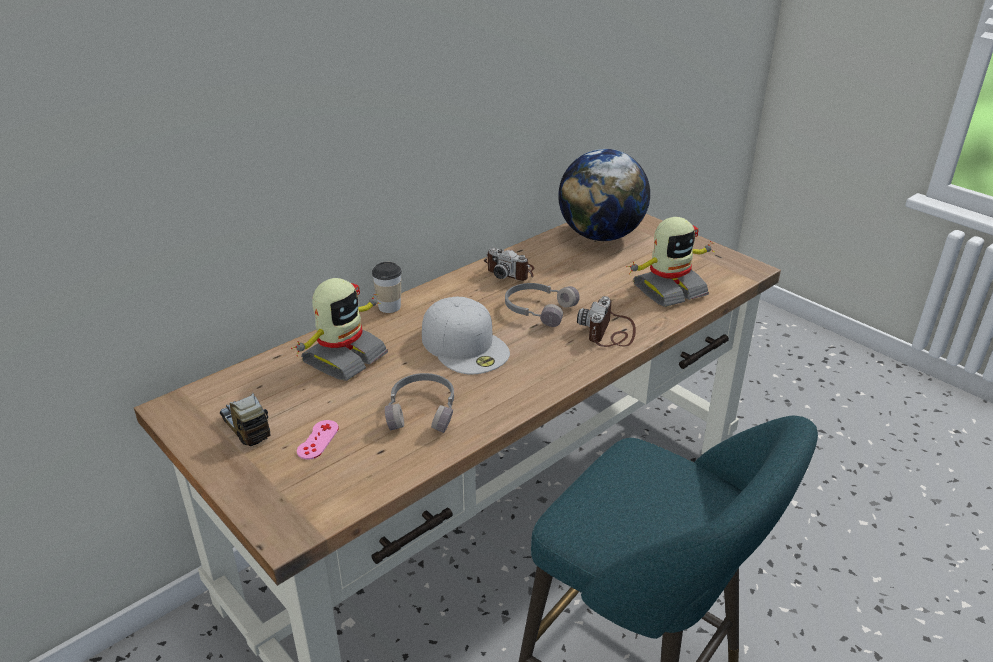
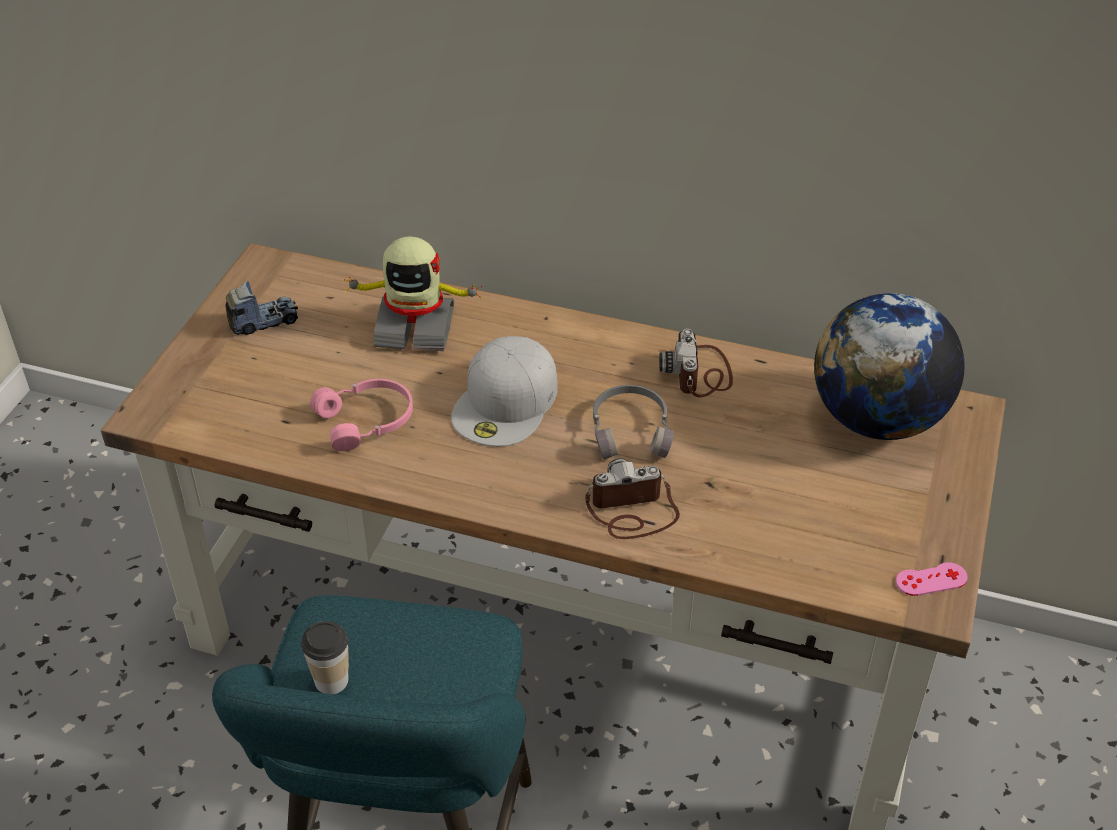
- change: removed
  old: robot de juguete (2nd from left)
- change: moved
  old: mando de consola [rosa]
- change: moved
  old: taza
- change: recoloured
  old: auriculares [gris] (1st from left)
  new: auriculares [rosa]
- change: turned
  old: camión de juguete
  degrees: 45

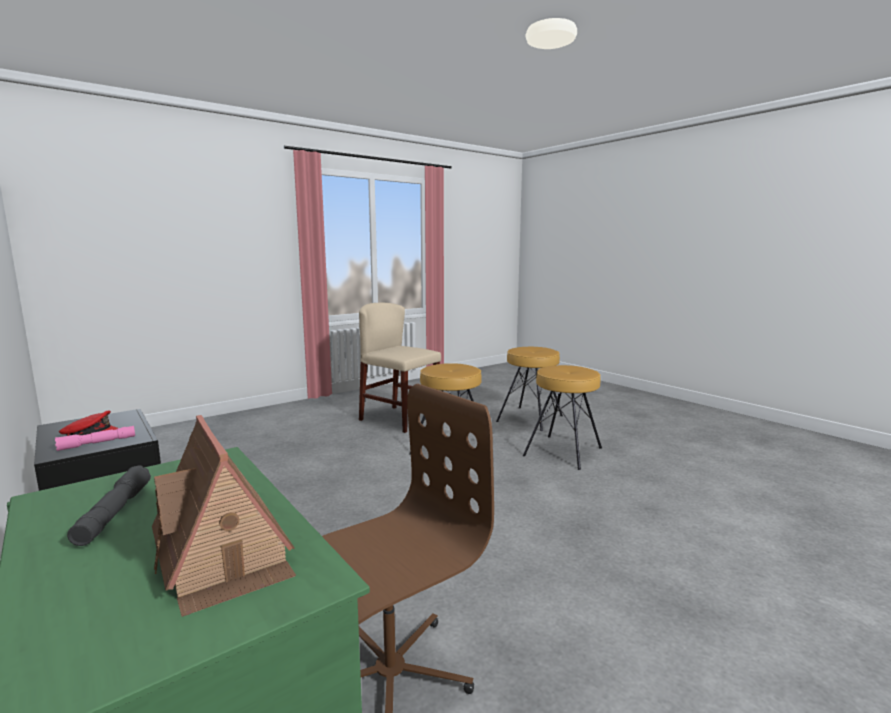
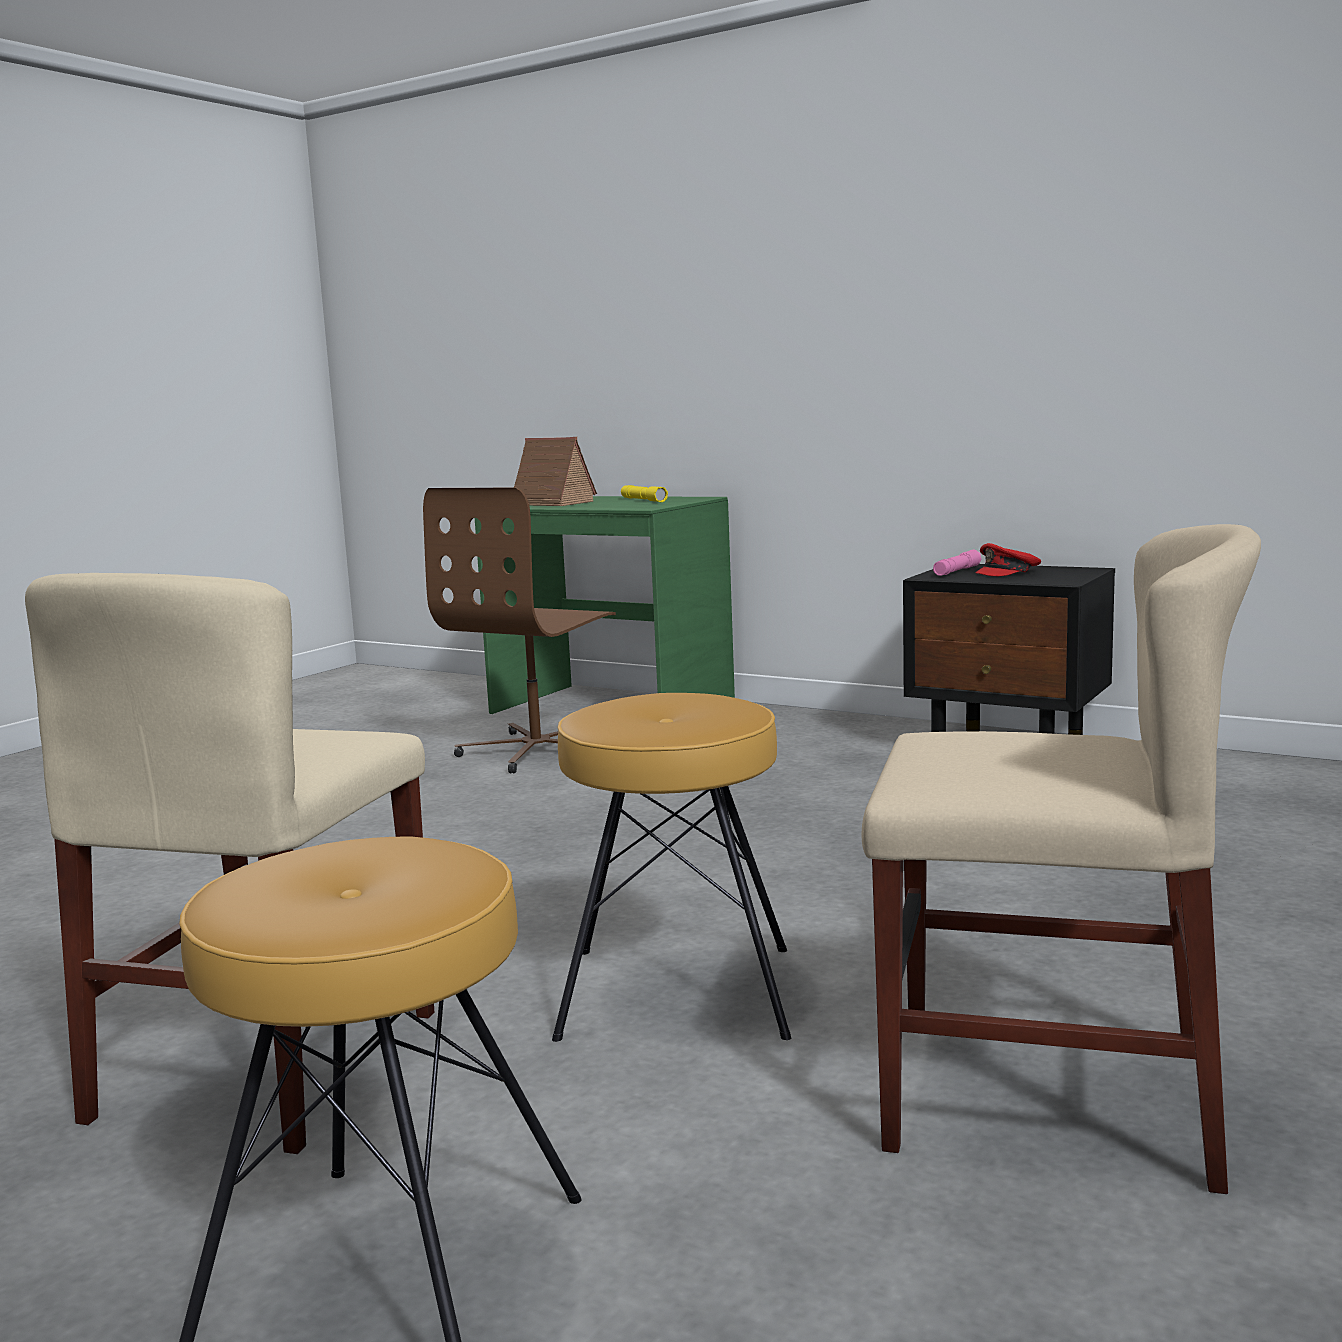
- change: replaced
  old: taburete [marrón] (3rd from left)
  new: silla [beis] (1st from left)
- change: recoloured
  old: linterna [gris]
  new: linterna [amarillo]

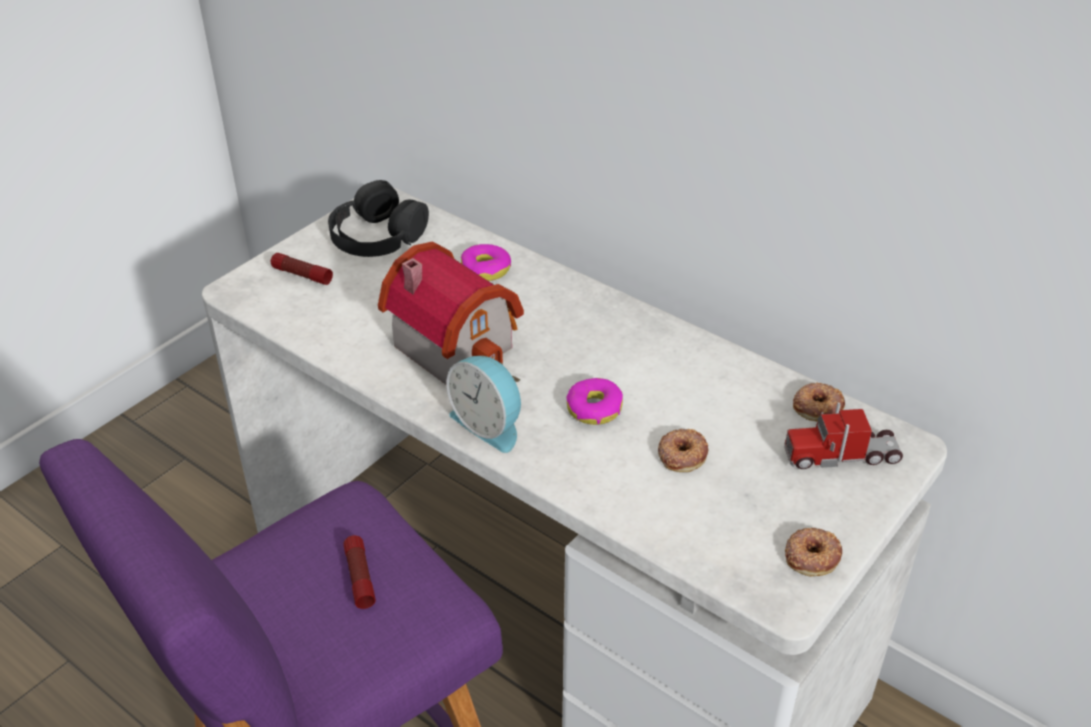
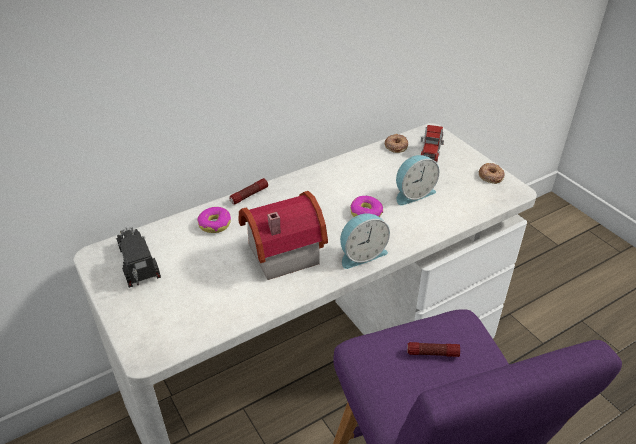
- change: moved
  old: linterna (1st from left)
- change: replaced
  old: auriculares [negro]
  new: camión de juguete (1st from left)
- change: replaced
  old: rosquilla (3rd from left)
  new: despertador (2nd from left)

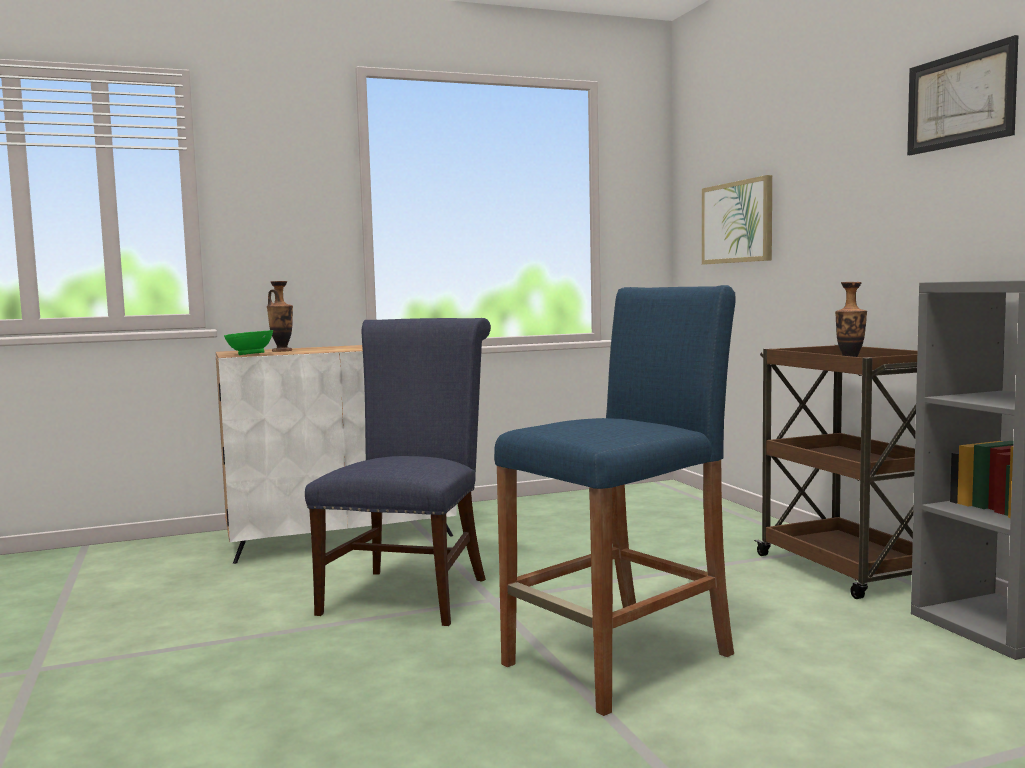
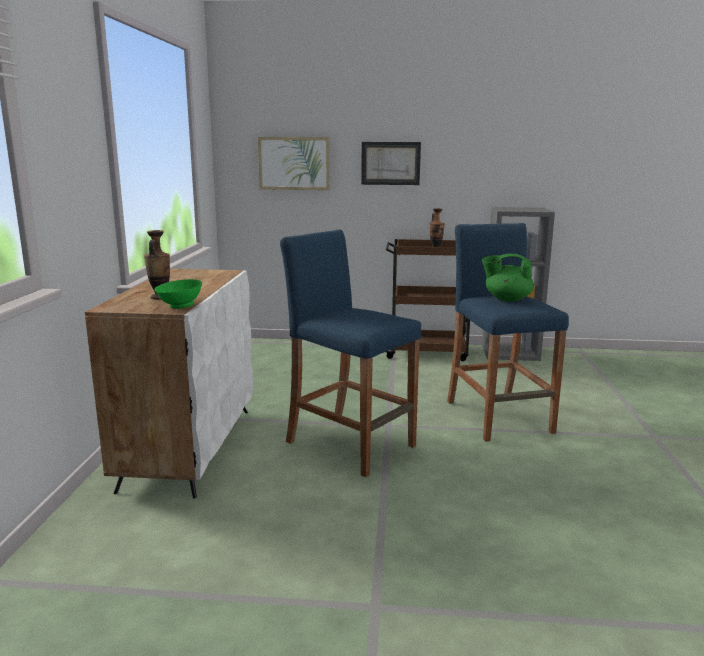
- change: added
  new: tetera [verde]
- change: moved
  old: cuadro (2nd from left)
- change: replaced
  old: silla [azul]
  new: taburete [azul] (1st from left)

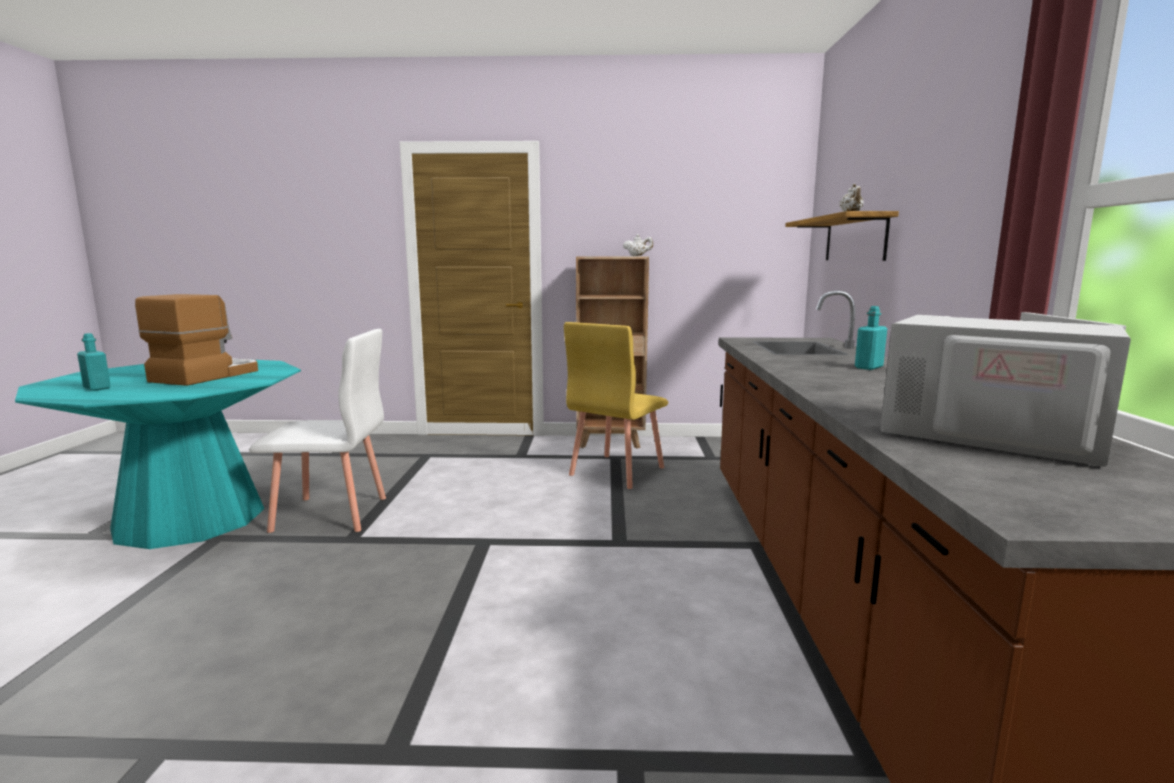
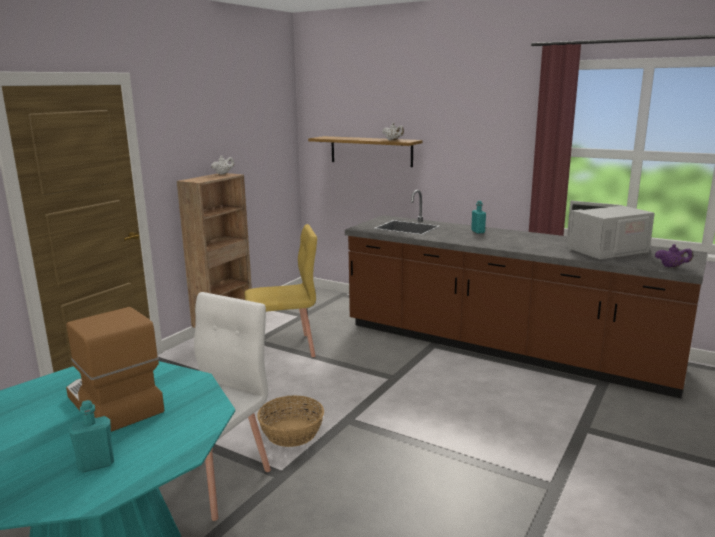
- change: added
  new: cesta
- change: added
  new: tetera [morado]
- change: turned
  old: silla [amarillo]
  degrees: -75

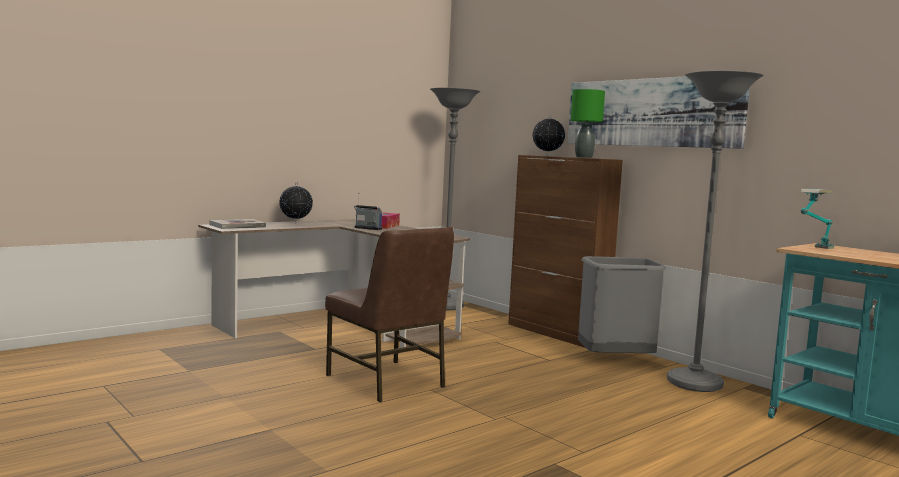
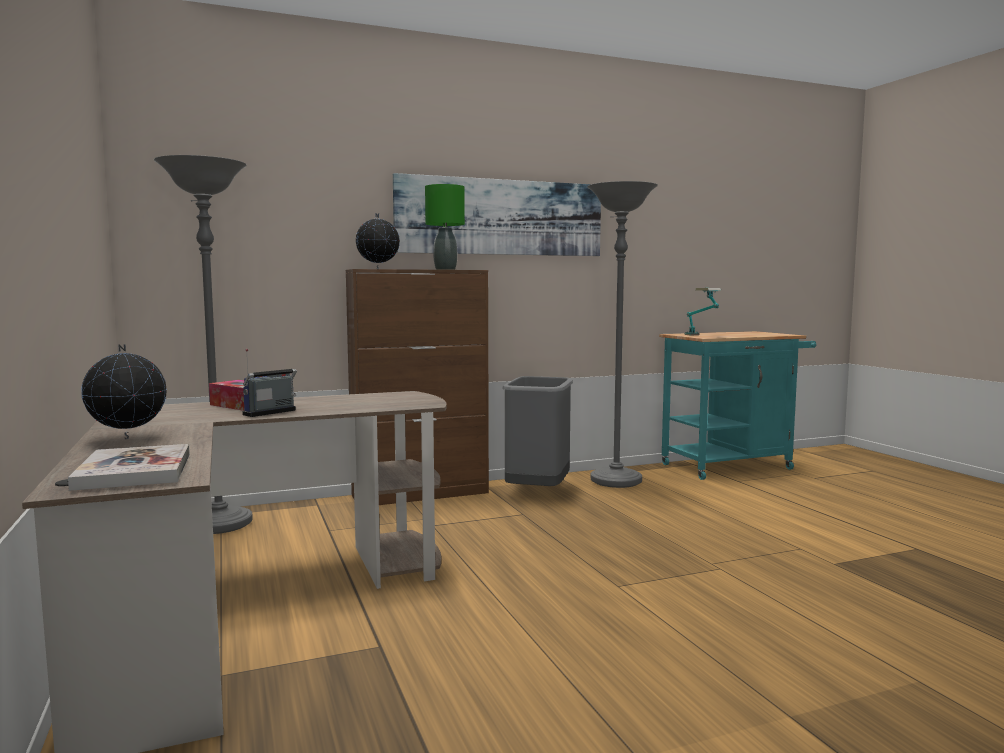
- change: removed
  old: silla [marrón]

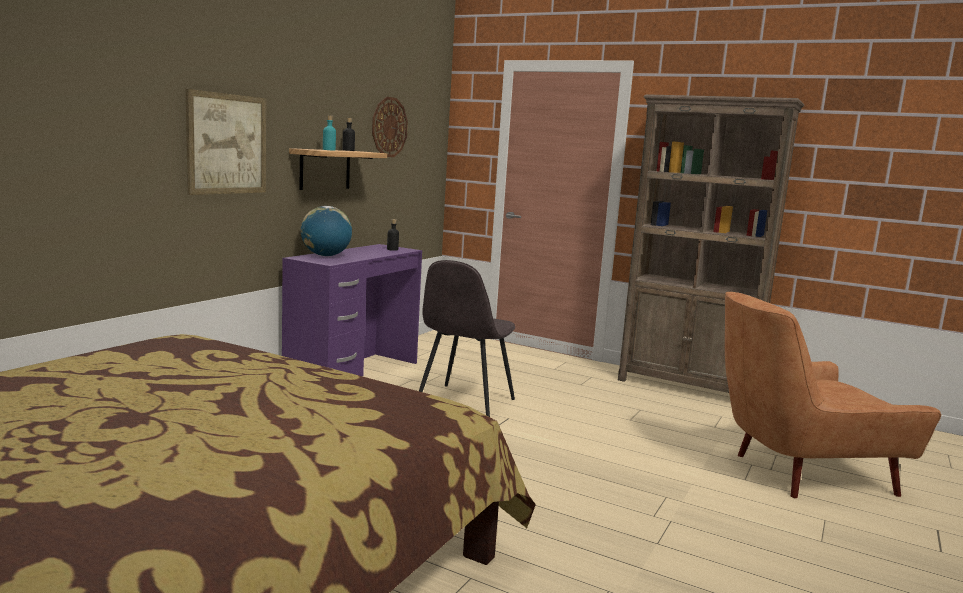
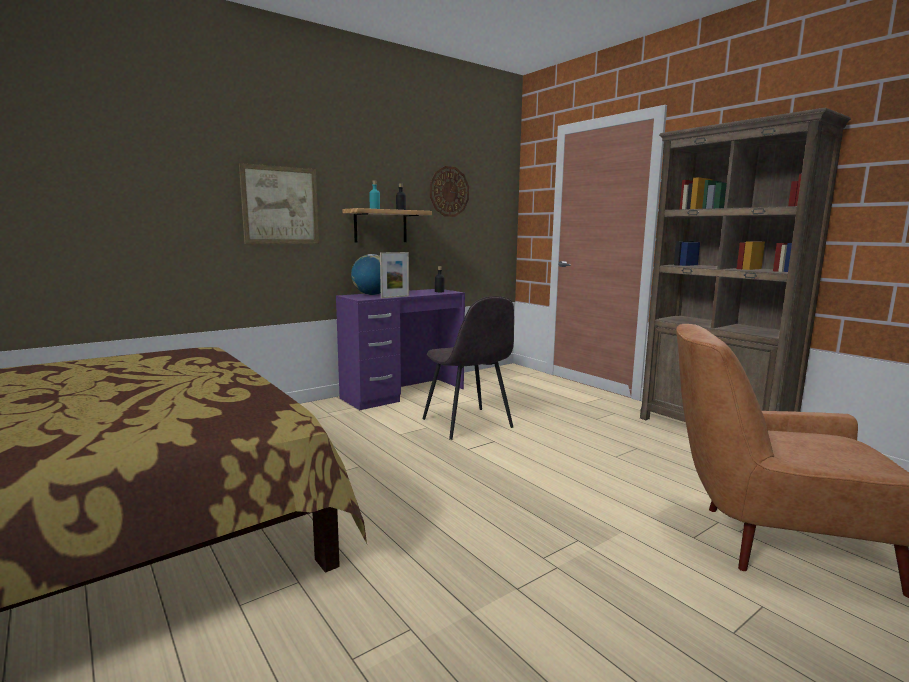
- change: added
  new: portarretratos
- change: turned
  old: silla [gris]
  degrees: -75

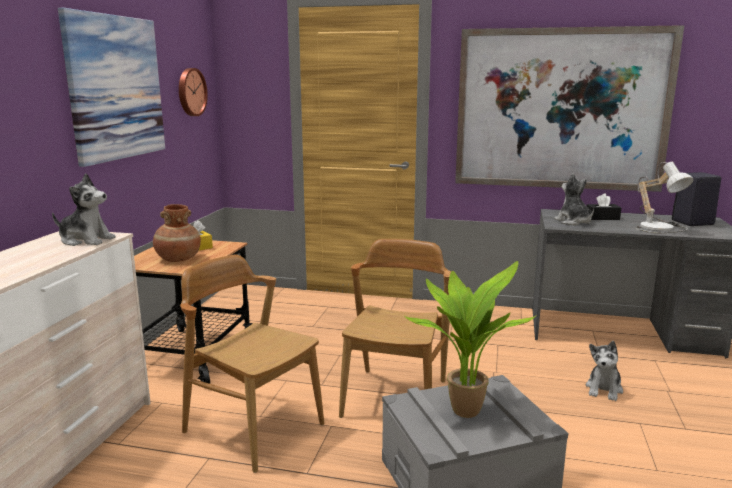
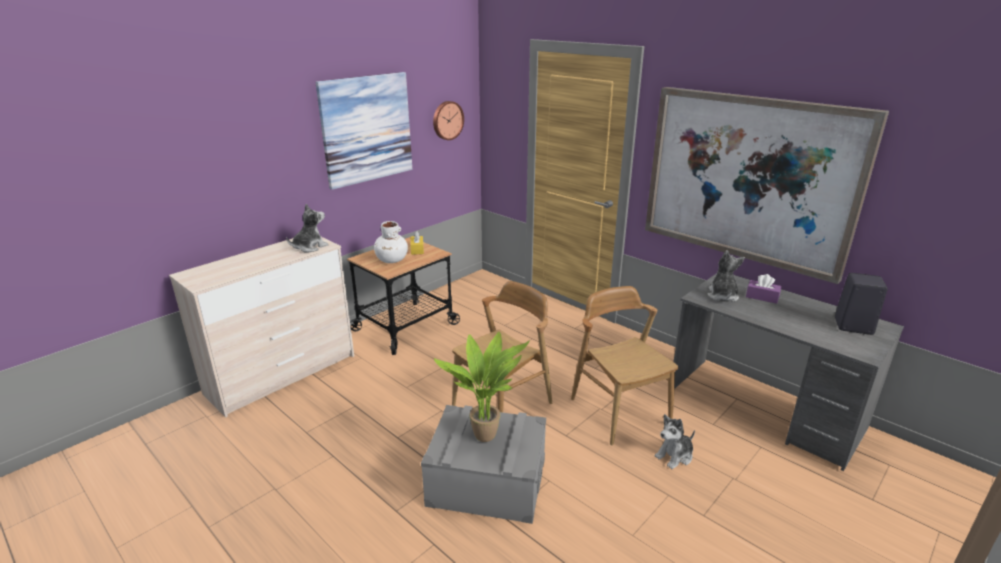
- change: removed
  old: lámpara de mesa
- change: moved
  old: silla [marrón] (1st from left in the first image)
  new: silla [marrón] (2nd from left)
- change: recoloured
  old: florero [marrón]
  new: florero [blanco]
- change: recoloured
  old: caja de pañuelos [negro]
  new: caja de pañuelos [morado]
- change: turned
  old: peluche (1st from left)
  degrees: -90

